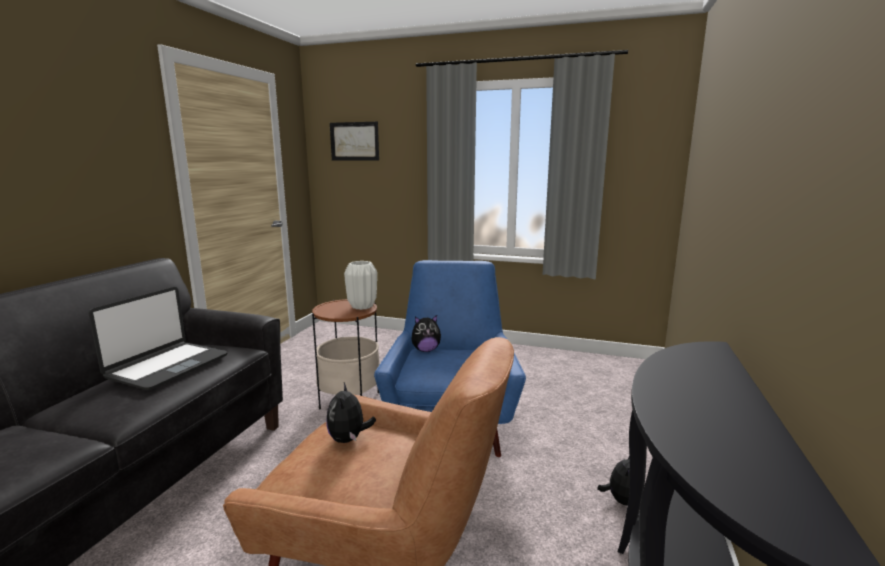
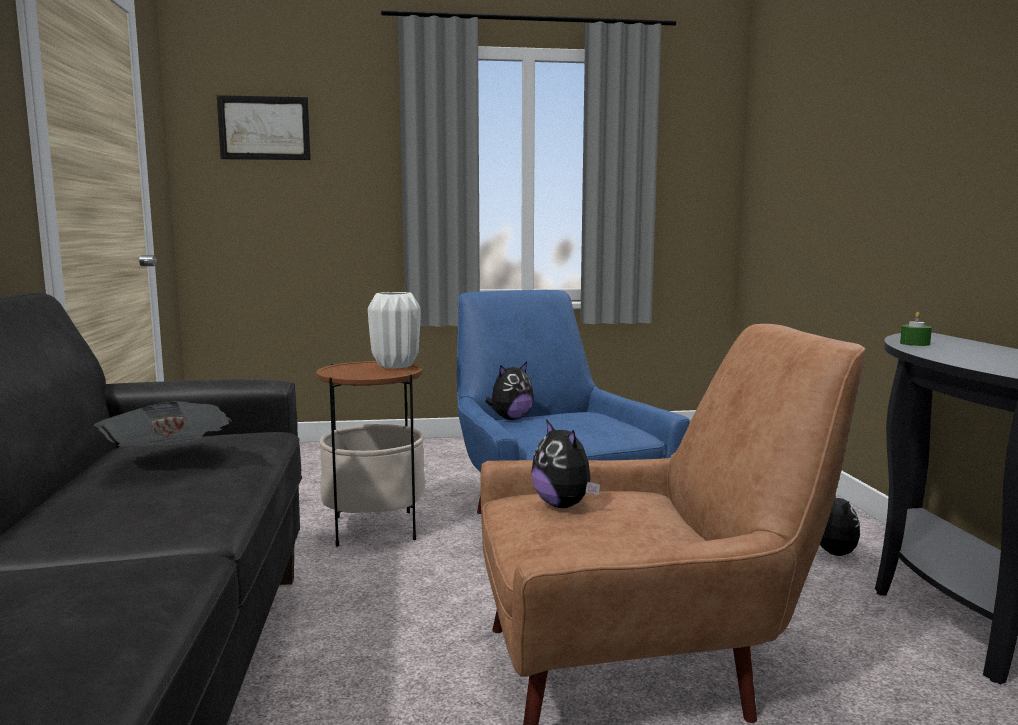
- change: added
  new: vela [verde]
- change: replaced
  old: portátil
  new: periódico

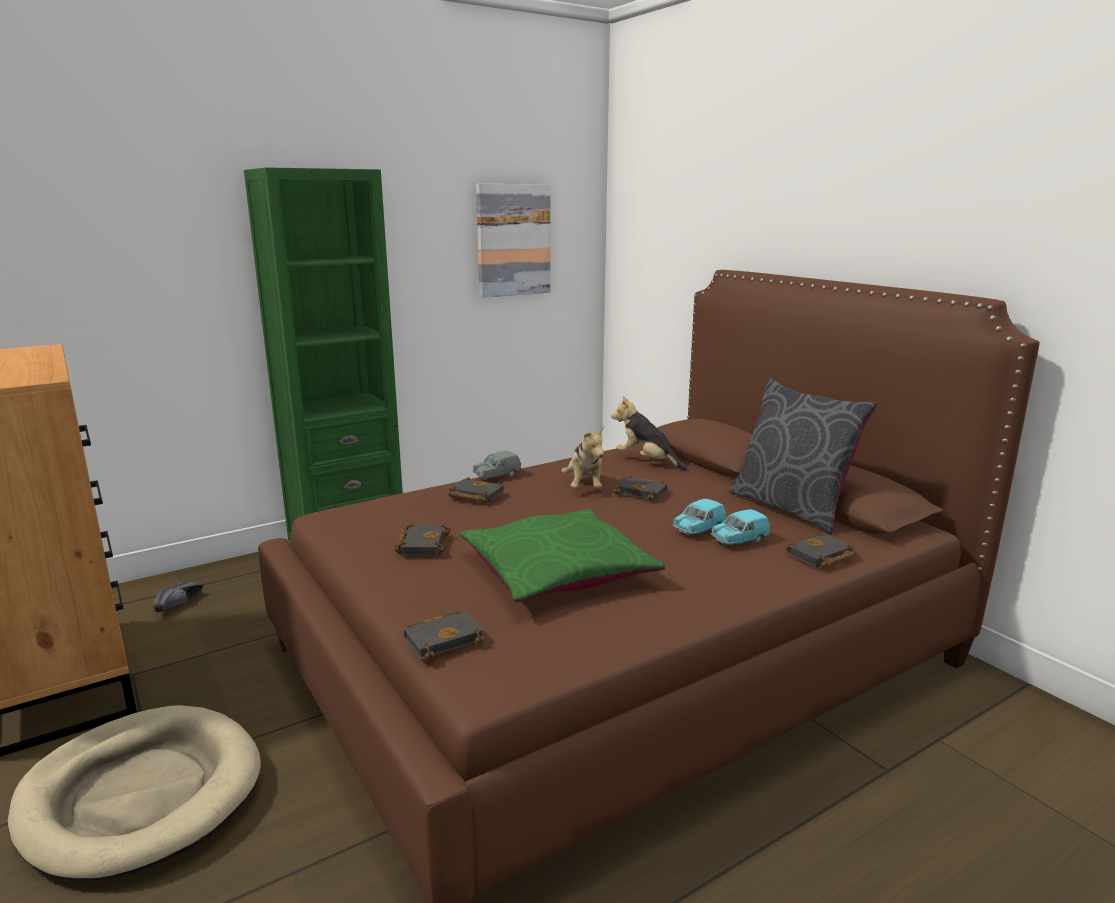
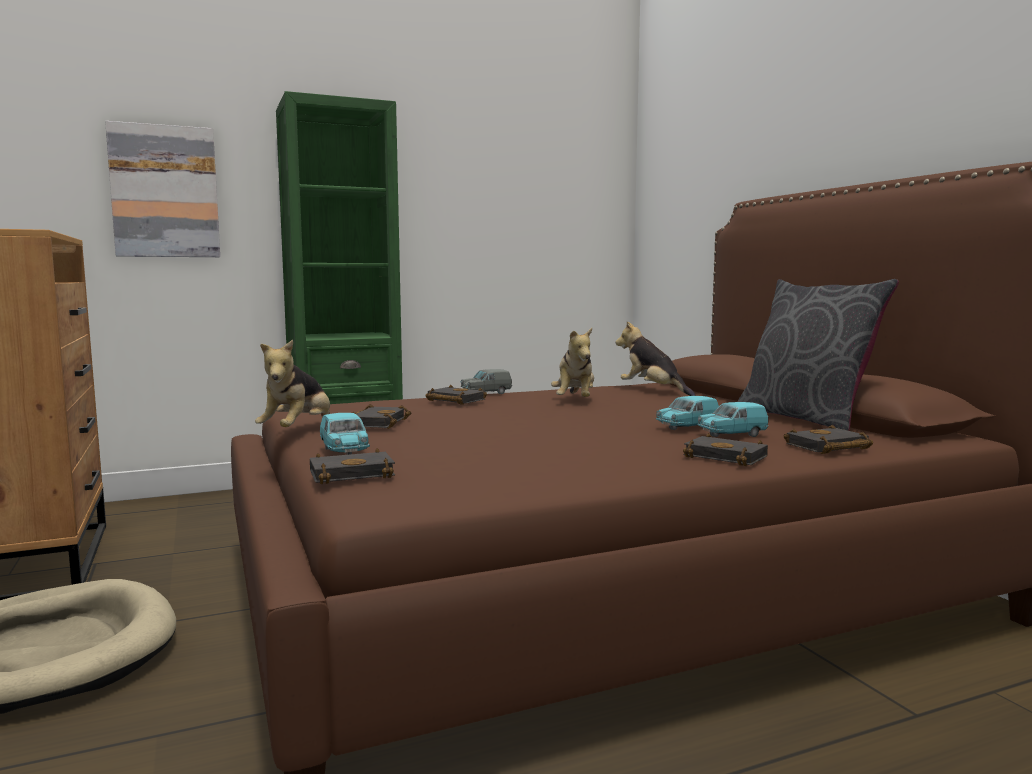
- change: removed
  old: zapato [negro]
- change: removed
  old: cojín [verde]
- change: added
  new: peluche (1st from left)
- change: added
  new: coche de juguete [turquesa] (1st from left)
- change: moved
  old: cuadro
- change: moved
  old: libro [negro] (4th from left)

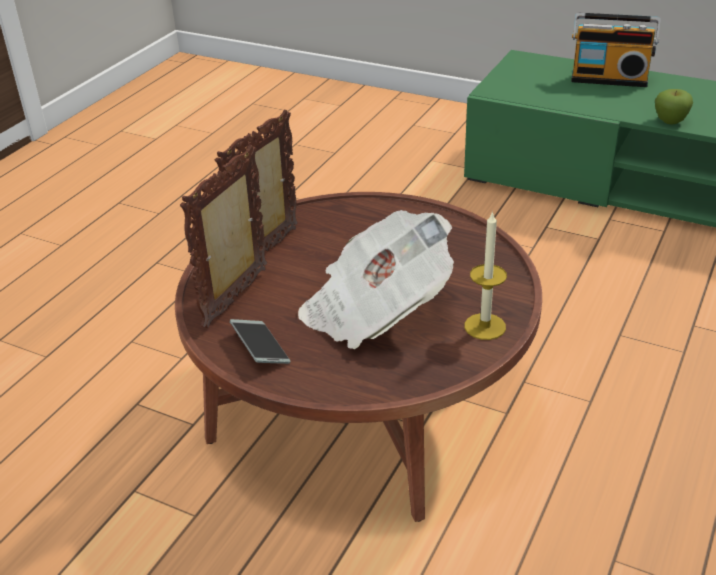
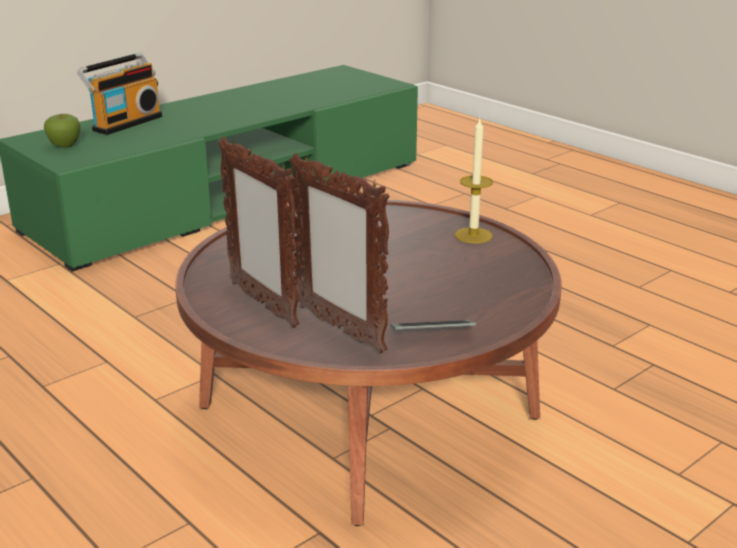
- change: removed
  old: periódico
- change: moved
  old: manzana

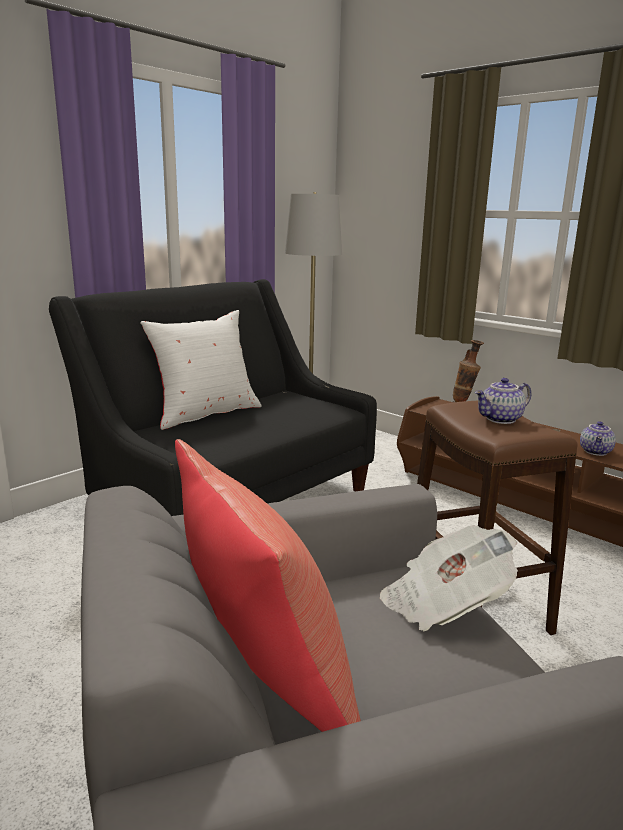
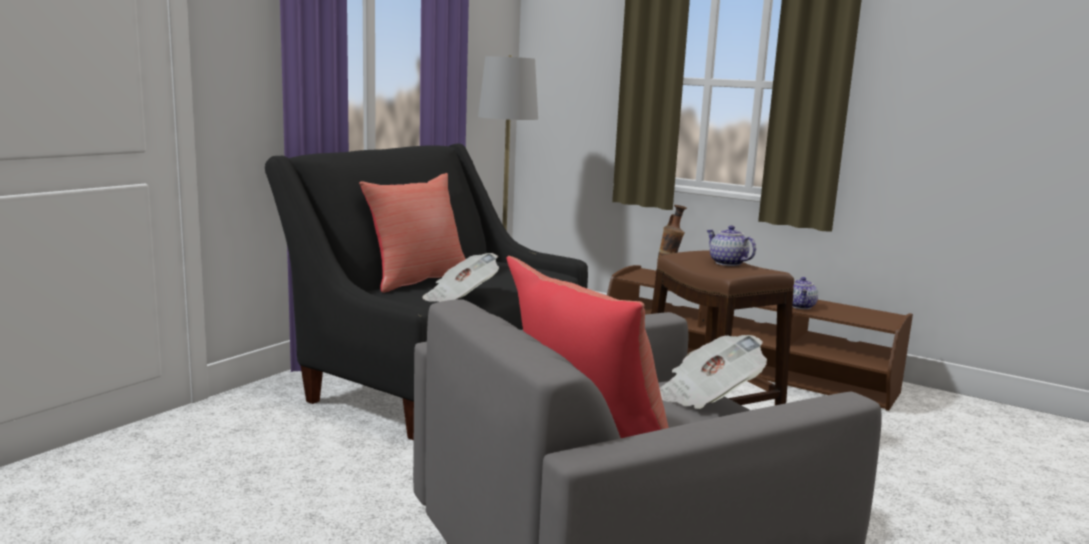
- change: added
  new: periódico (1st from left)
- change: recoloured
  old: cojín [blanco]
  new: cojín [rojo] (1st from left)
- change: turned
  old: tetera (1st from left)
  degrees: 90

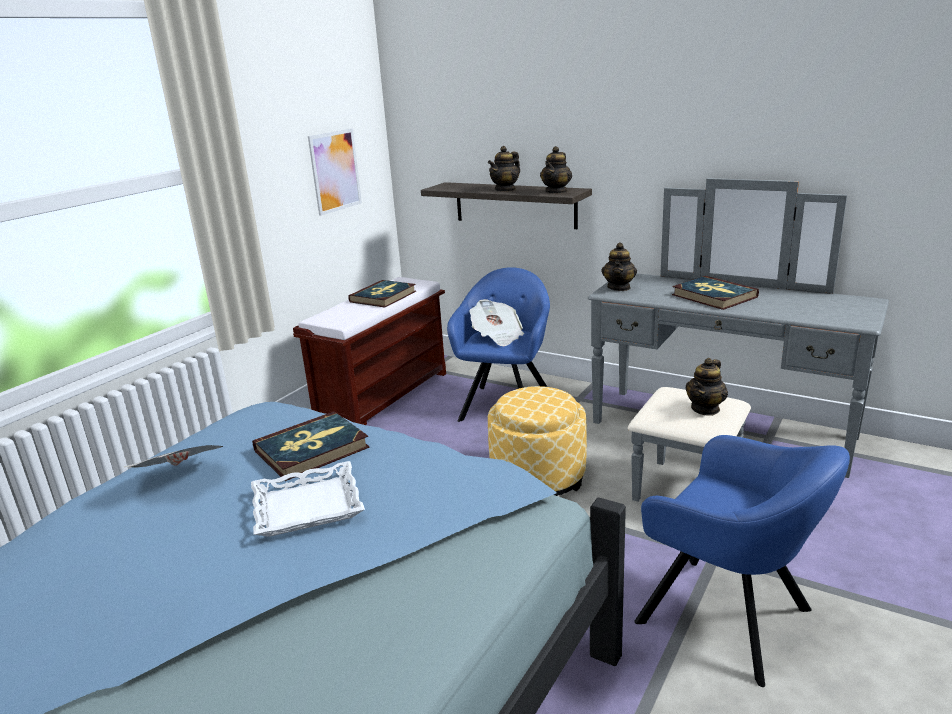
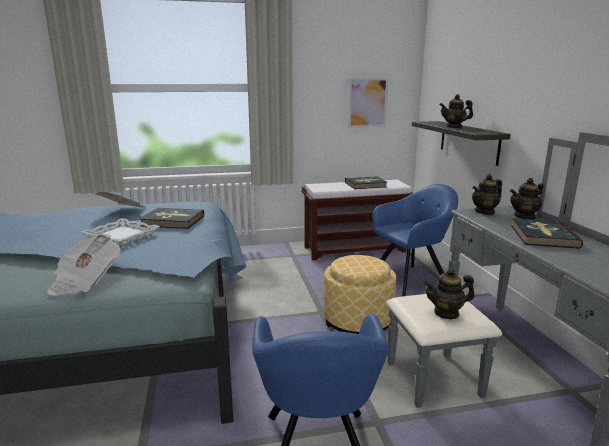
- change: moved
  old: periódico (2nd from left in the first image)
  new: periódico (1st from left)
- change: moved
  old: tetera (2nd from left in the first image)
  new: tetera (4th from left)

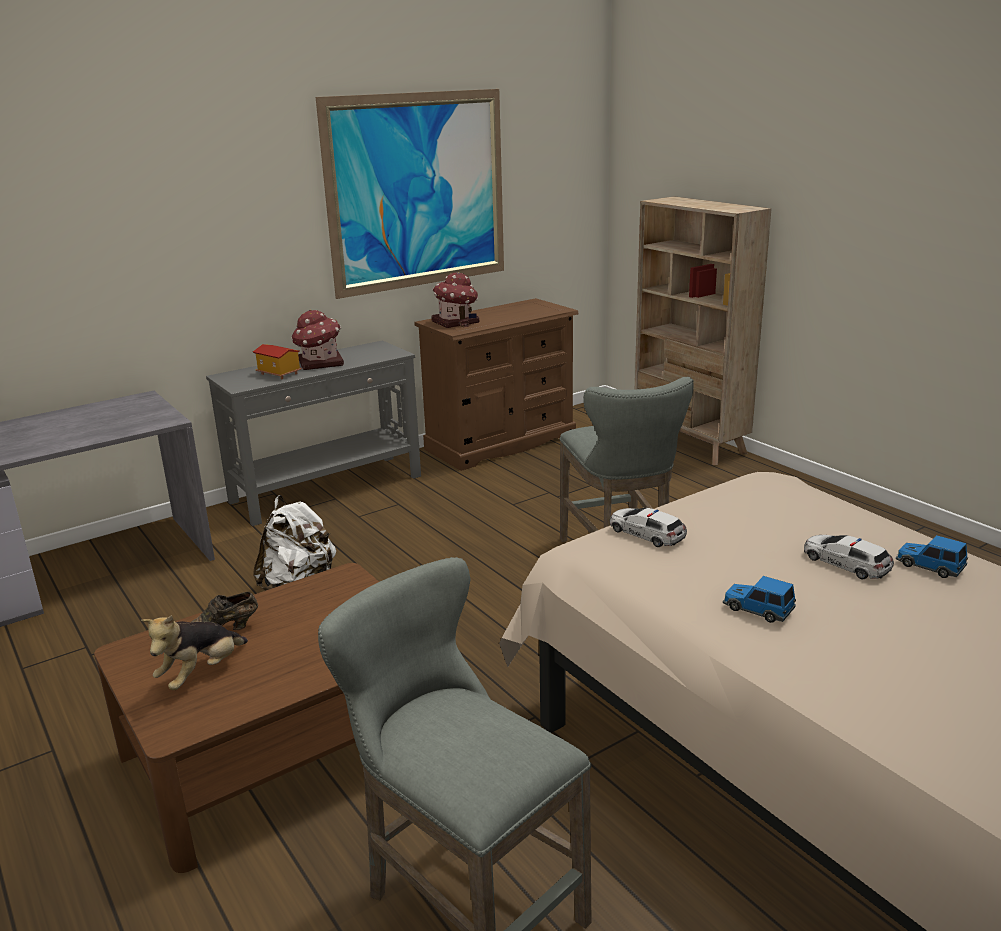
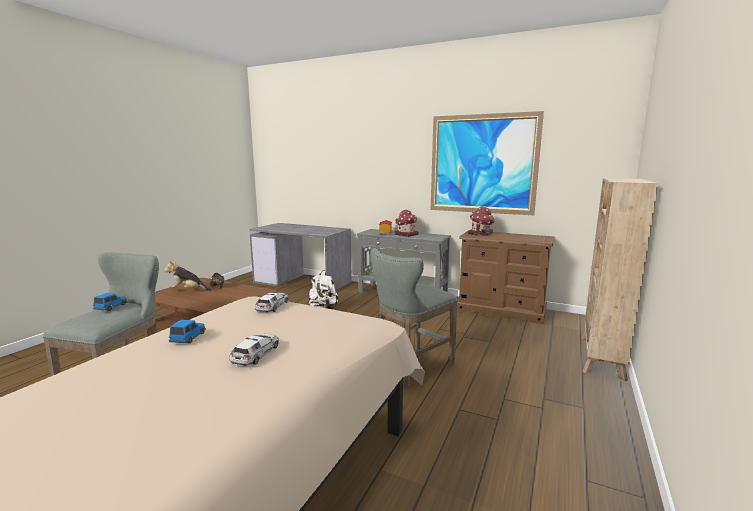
- change: moved
  old: coche de juguete (4th from left in the first image)
  new: coche de juguete (1st from left)

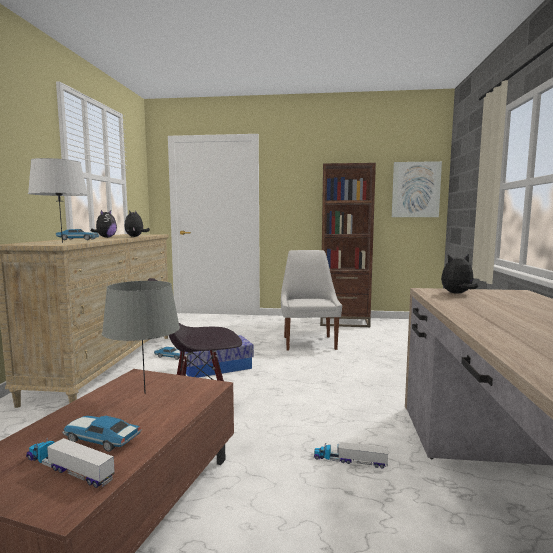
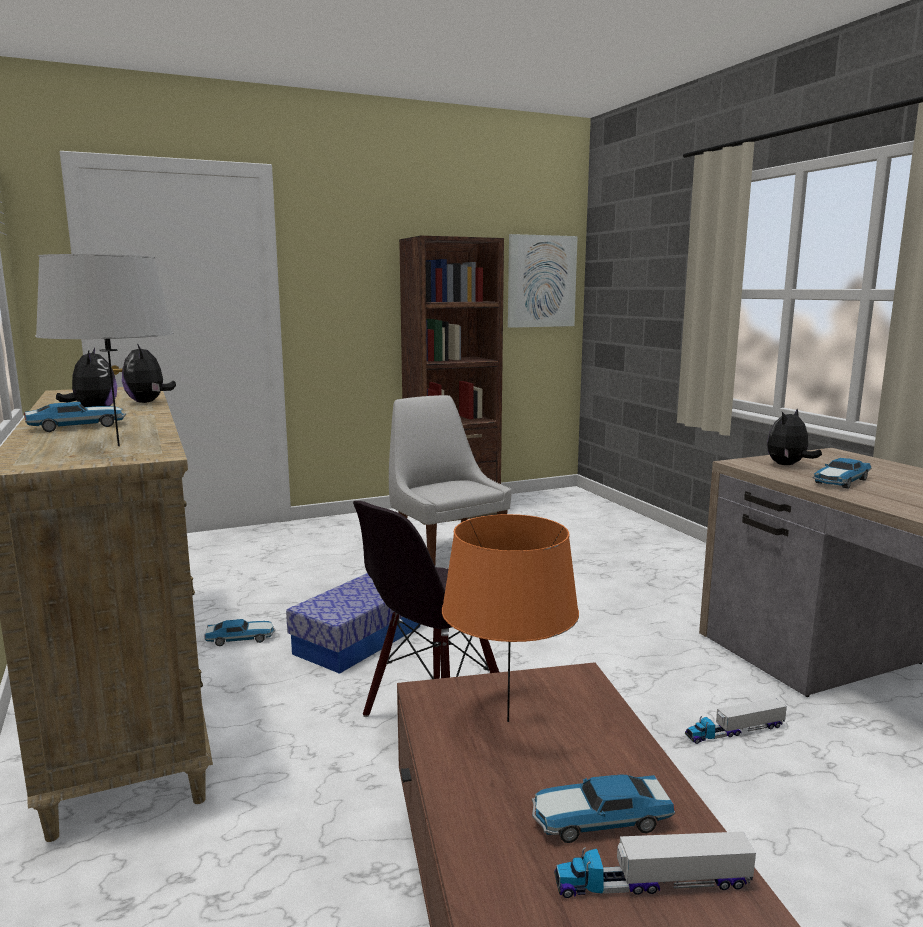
- change: added
  new: coche de juguete (4th from left)
- change: recoloured
  old: lámpara de mesa [gris] (2nd from left)
  new: lámpara de mesa [naranja]

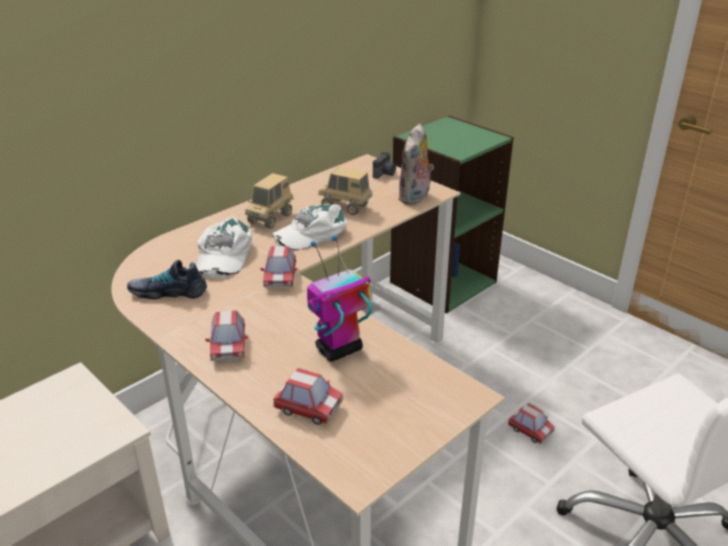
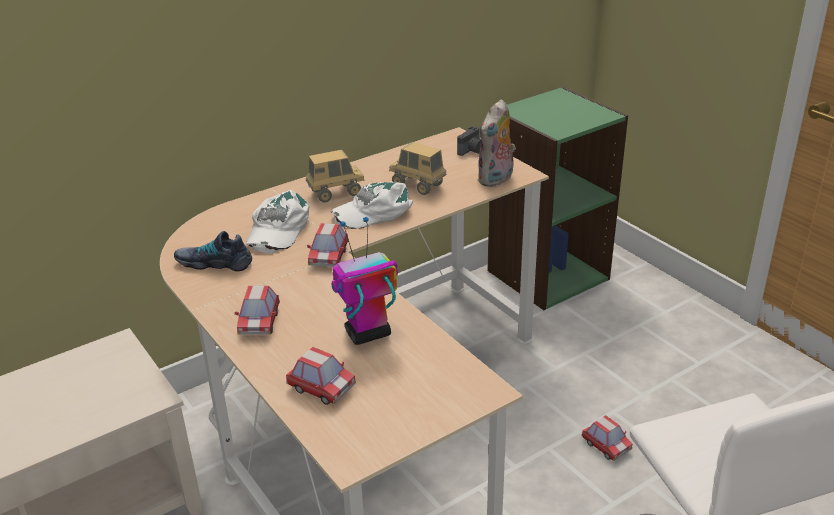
- change: turned
  old: camión de juguete (1st from left)
  degrees: -150

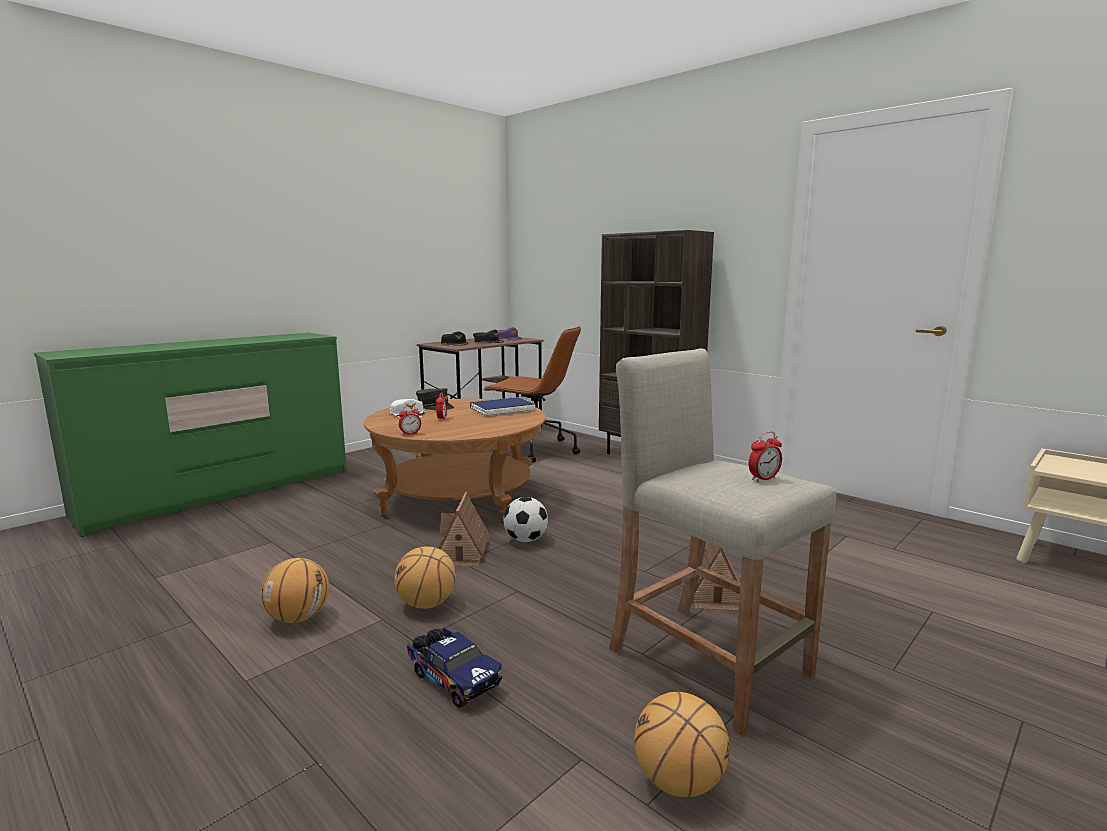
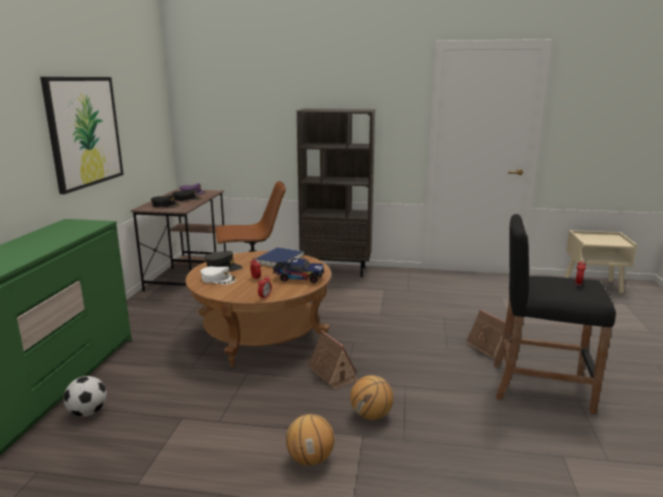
- change: removed
  old: balón de baloncesto (3rd from left)
- change: added
  new: cuadro
- change: moved
  old: camión de juguete
- change: moved
  old: balón de fútbol
- change: recoloured
  old: taburete [beis]
  new: taburete [negro]

